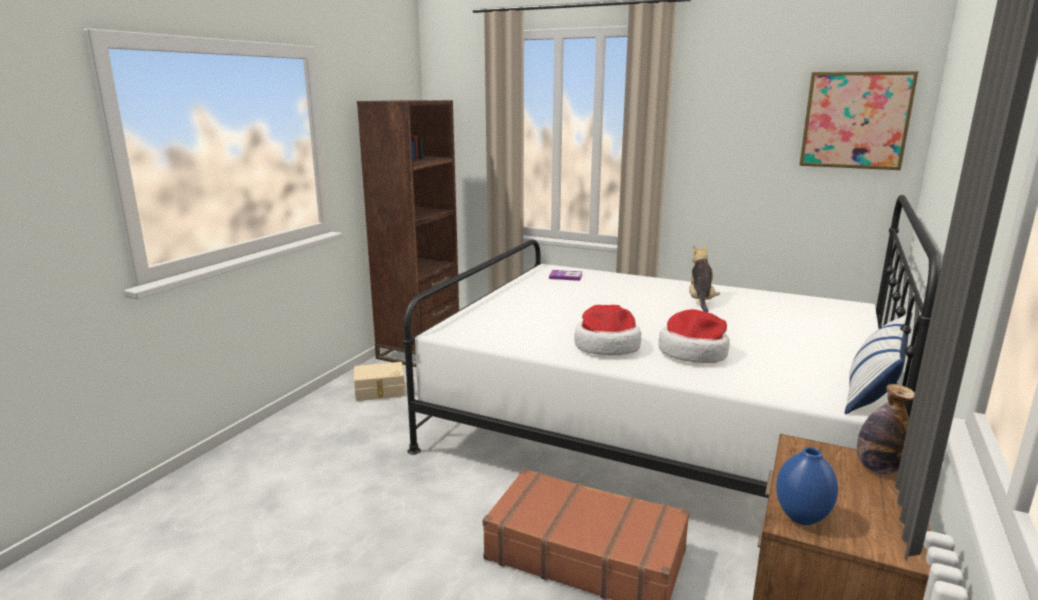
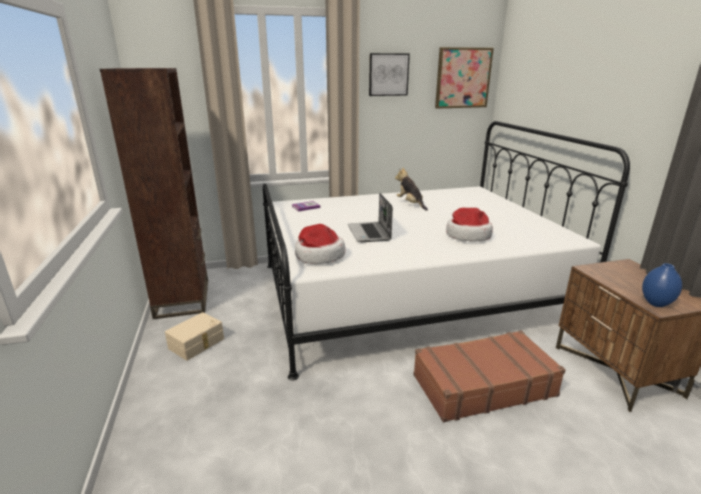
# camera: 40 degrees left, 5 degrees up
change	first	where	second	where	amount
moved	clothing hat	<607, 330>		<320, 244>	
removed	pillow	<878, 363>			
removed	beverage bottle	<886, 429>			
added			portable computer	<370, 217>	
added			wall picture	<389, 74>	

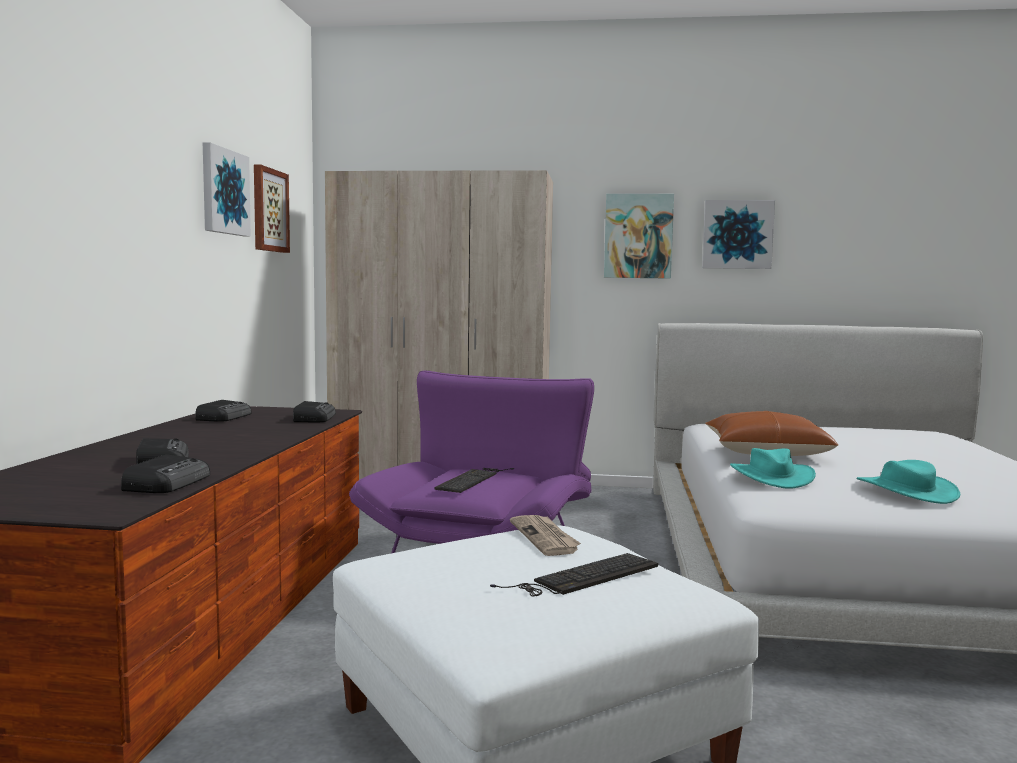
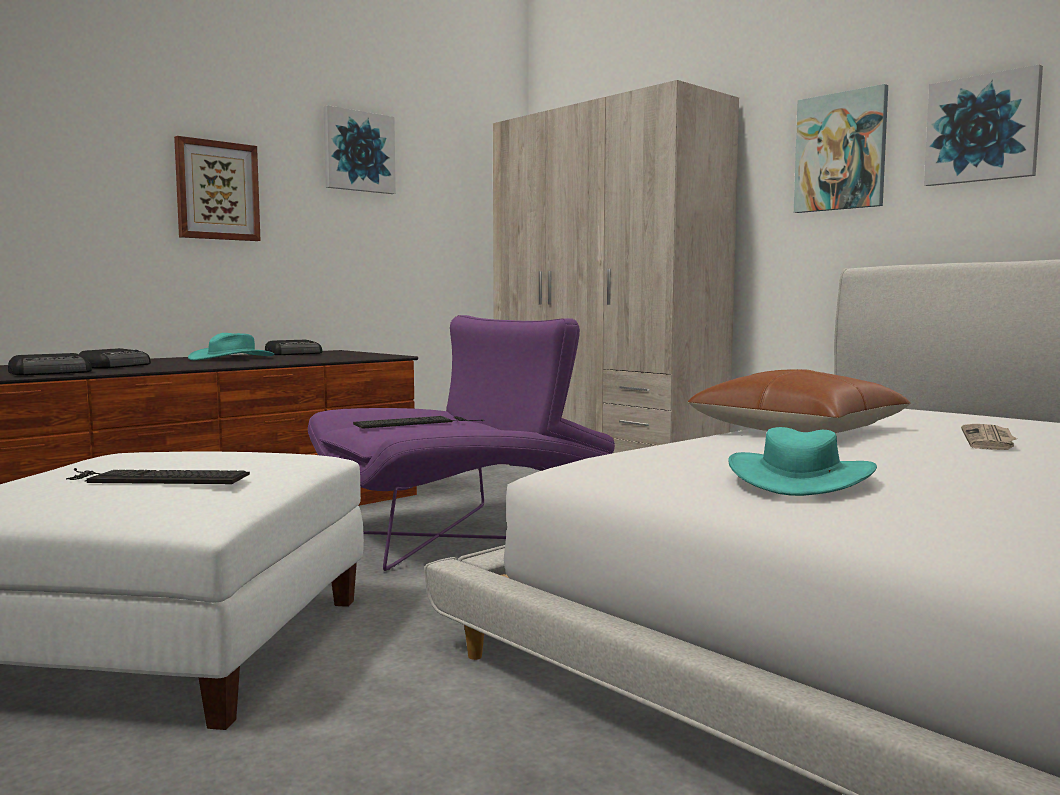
# camera: 40 degrees right, 0 degrees up
change	first	where	second	where	amount
moved	wall picture	<272, 208>		<217, 188>	
removed	radio set	<314, 411>			
moved	daily paper	<545, 535>		<989, 437>	
moved	turquoise clothing hat	<773, 468>		<231, 346>	

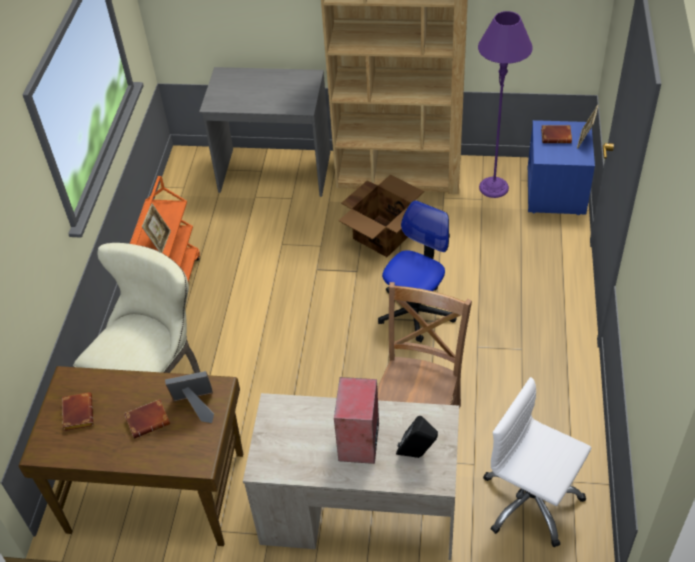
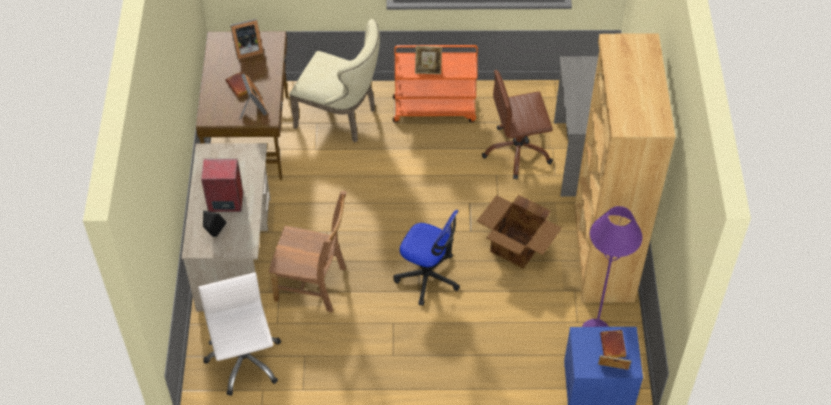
# camera: 80 degrees right, 5 degrees up
change	first	where	second	where	amount
replaced	brownish book	<77, 411>	photo frame	<246, 39>	
turned	white office chair	<537, 462>		<239, 334>	45 degrees counterclockwise
added			brownish office chair	<517, 124>	

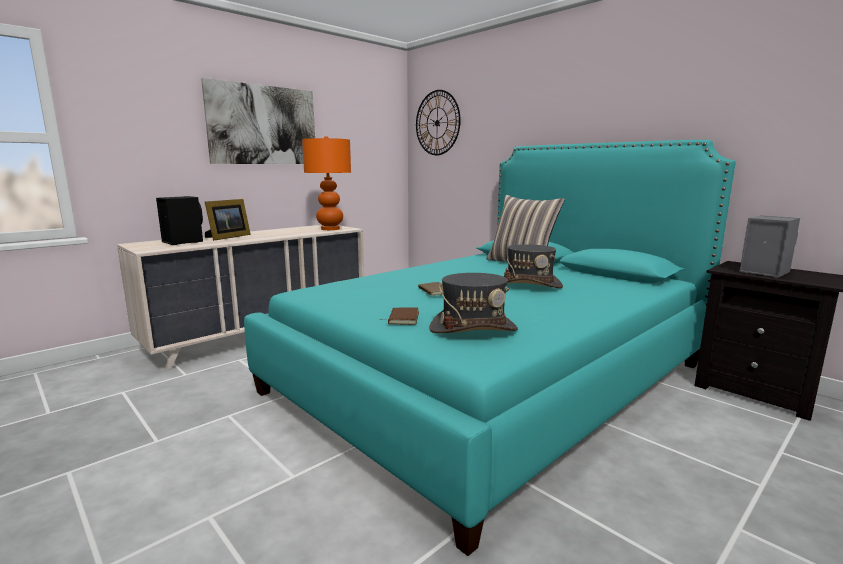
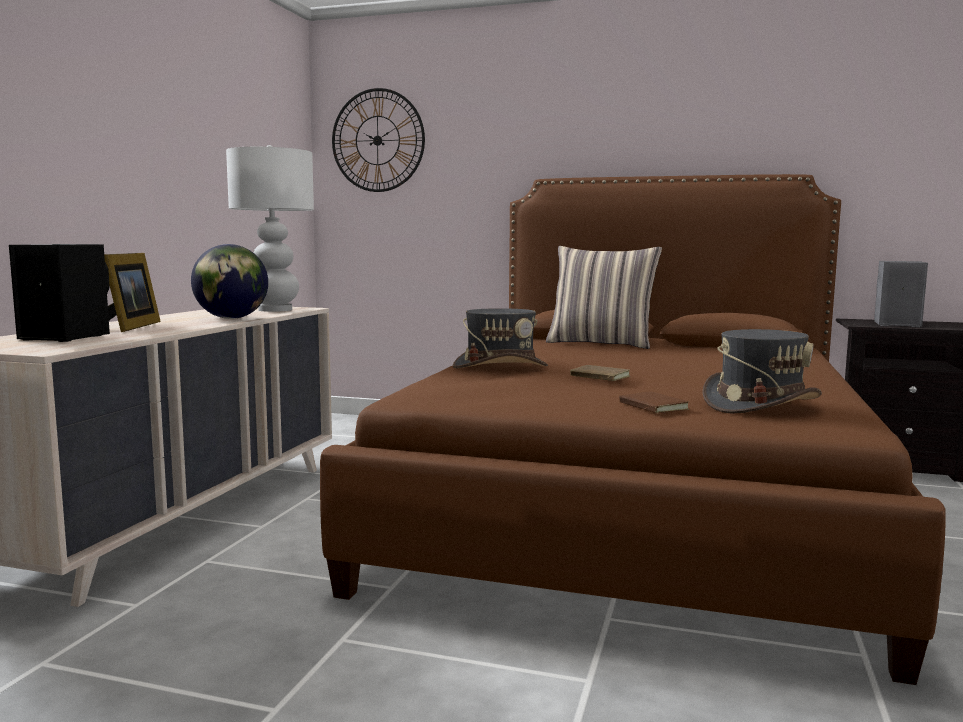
# camera: 30 degrees left, 5 degrees down
change	first	where	second	where	amount
removed	wall picture	<258, 121>			
recoloured	turquoise bed	<490, 348>	brownish bed	<633, 429>	
recoloured	orangey tabletop lamp	<326, 183>	white tabletop lamp	<270, 228>	
moved	grey clothing hat	<533, 266>		<500, 338>	
added			desk globe	<229, 281>	

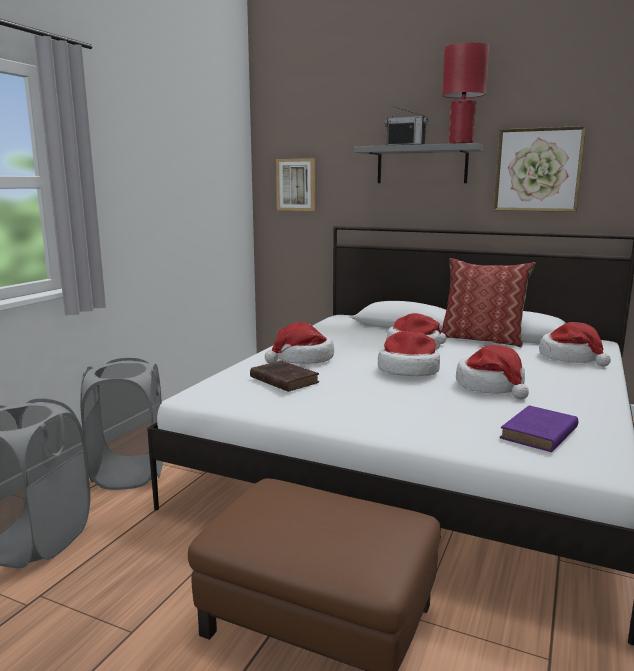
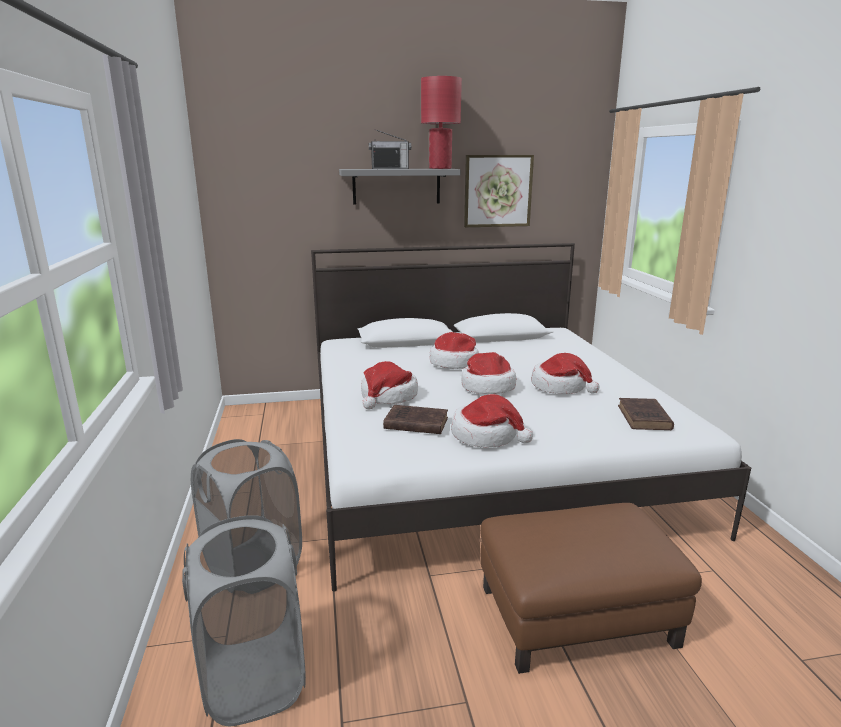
# camera: 35 degrees left, 5 degrees up
change	first	where	second	where	amount
removed	wall picture	<295, 184>			
removed	pillow	<488, 303>			
recoloured	purple-coloured book	<539, 429>	brownish book	<646, 414>	
moved	clothing hat	<575, 344>		<492, 420>	

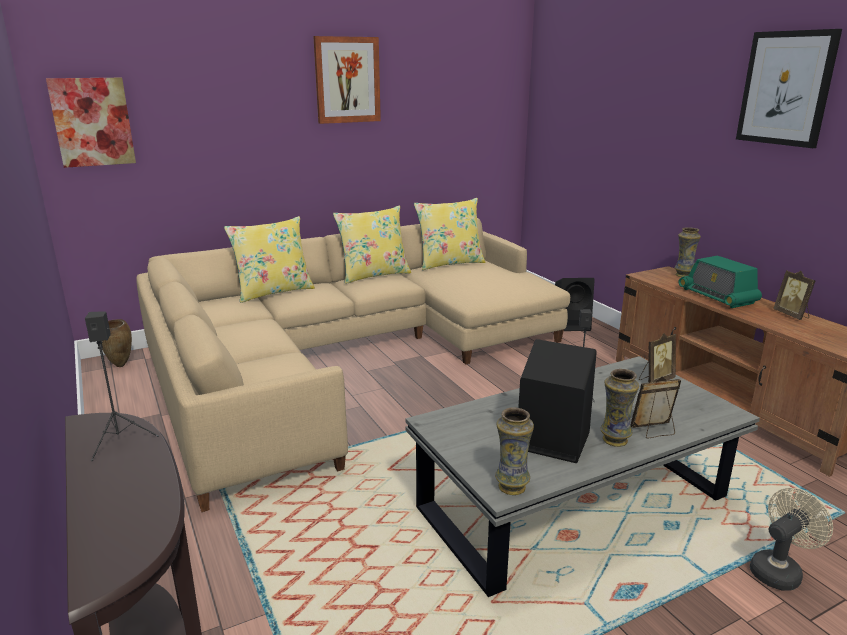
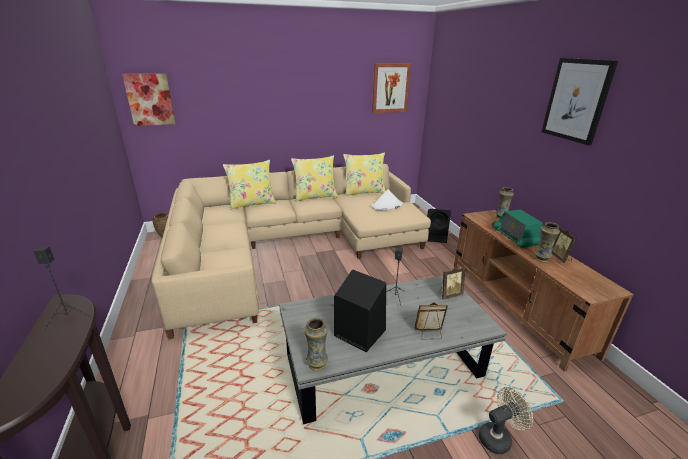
# camera: 10 degrees right, 5 degrees up
change	first	where	second	where	amount
moved	wall picture	<347, 80>		<391, 88>	
moved	vase	<619, 408>		<547, 242>	
added			white clothing hat	<387, 199>	

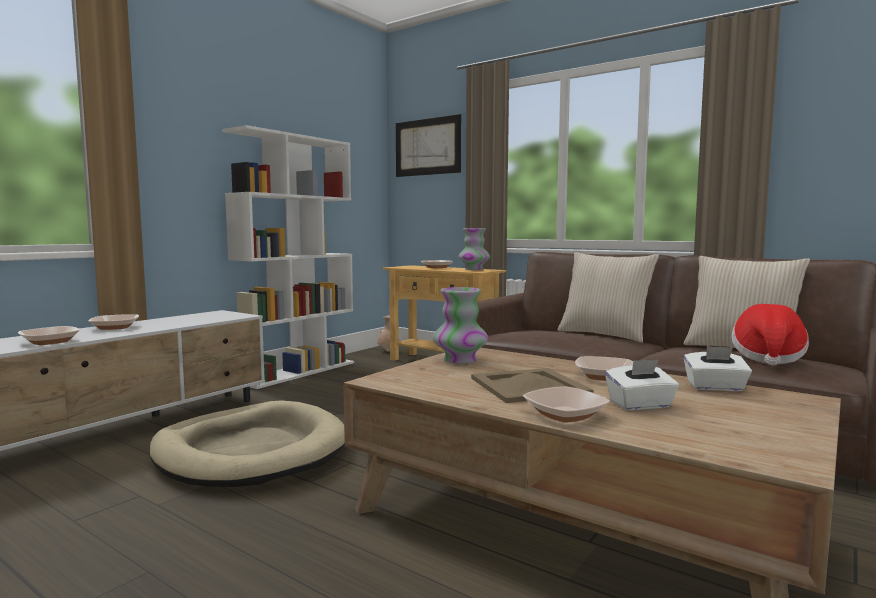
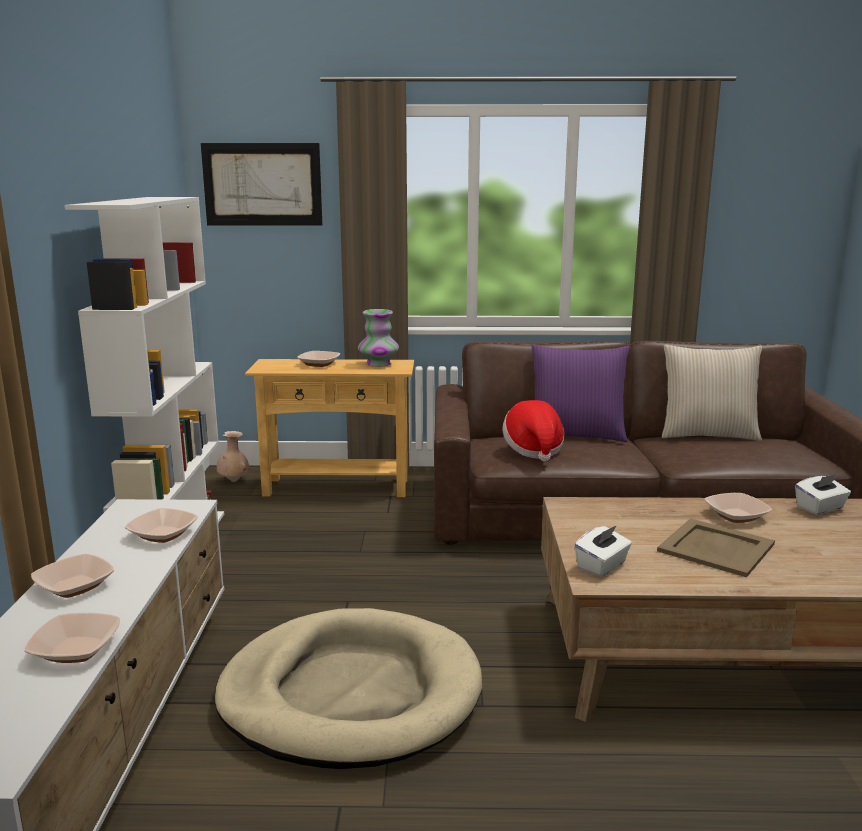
# camera: 35 degrees left, 10 degrees up
change	first	where	second	where	amount
removed	vase	<460, 325>			
moved	deep dish	<566, 404>		<161, 525>	
recoloured	beige pillow	<608, 297>	purple-coloured pillow	<581, 393>	
moved	white tissue box	<642, 385>		<603, 551>	
moved	clothing hat	<770, 335>		<533, 431>	

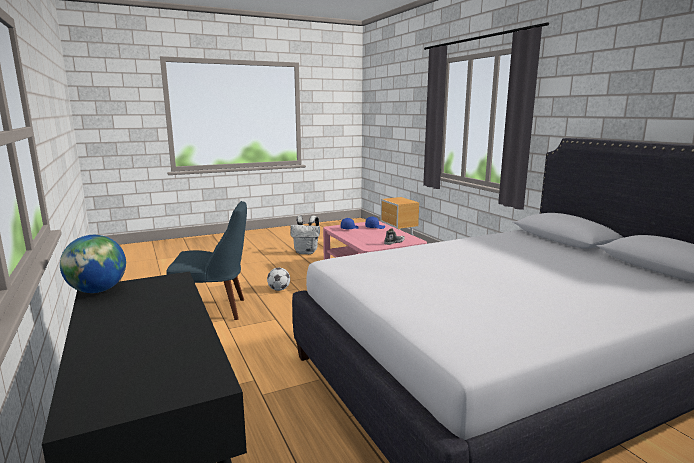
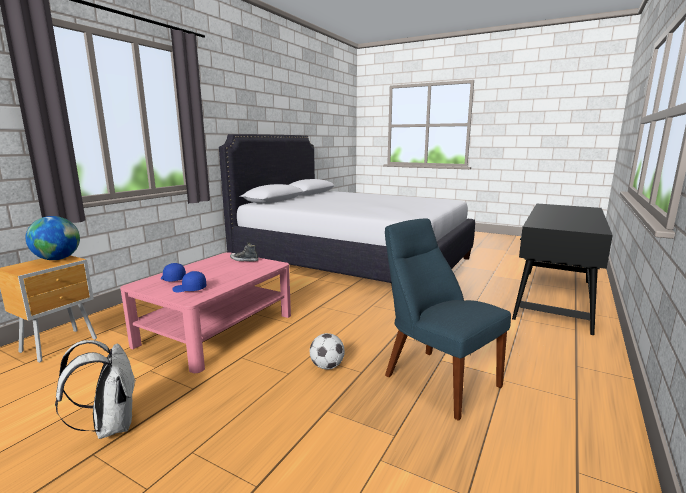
# camera: 125 degrees left, 0 degrees up
change	first	where	second	where	amount
moved	desk globe	<93, 264>		<53, 238>	

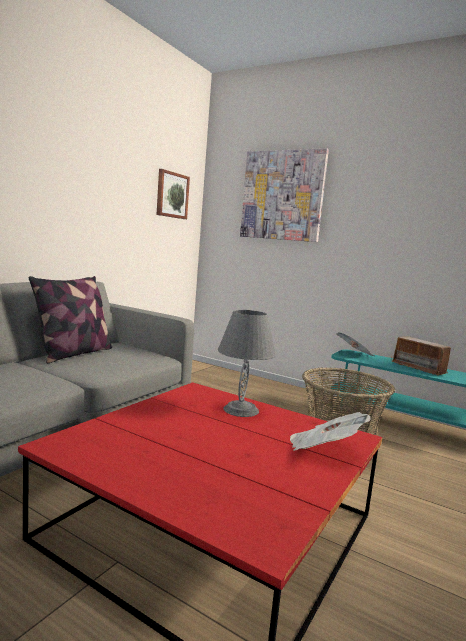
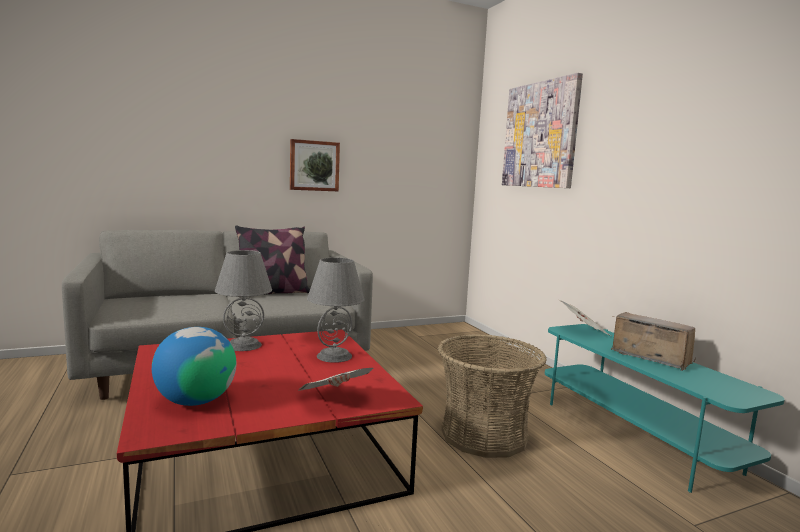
# camera: 35 degrees right, 0 degrees up
change	first	where	second	where	amount
moved	wall picture	<173, 194>		<315, 165>	
turned	radio set	<421, 356>		<654, 341>	135 degrees clockwise
added			desk globe	<194, 366>	
added			grey tabletop lamp	<243, 300>	

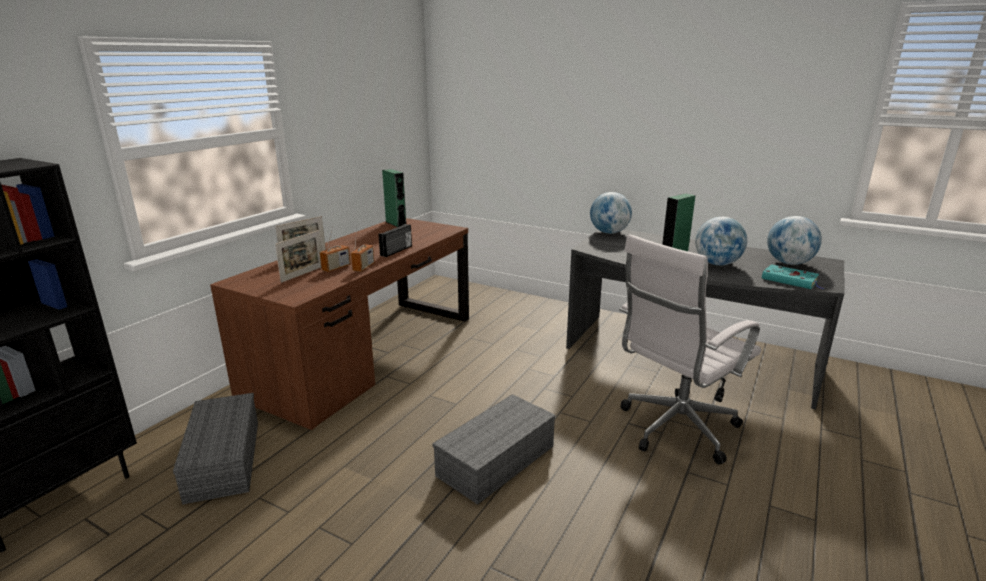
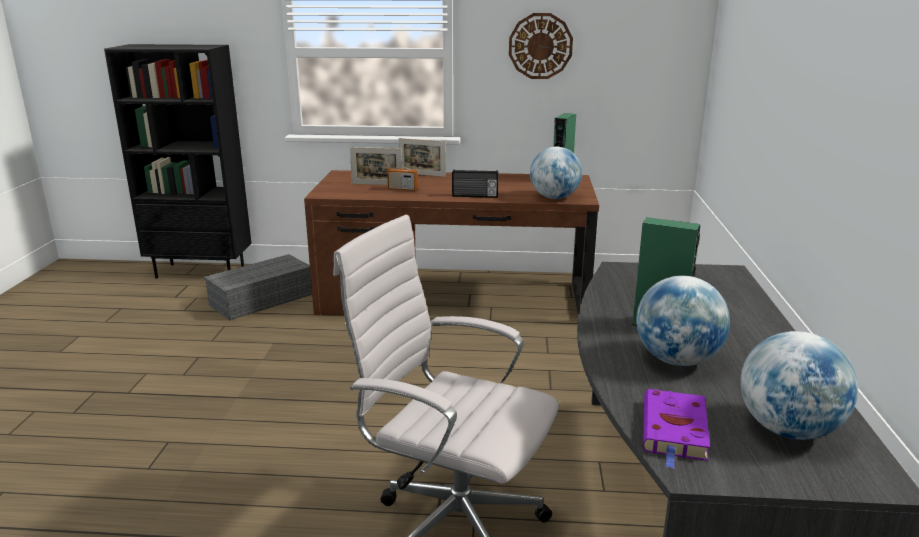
# camera: 65 degrees right, 0 degrees up
change	first	where	second	where	amount
removed	radio set	<362, 251>			
removed	grey storage container	<494, 449>			
moved	desk globe	<611, 213>		<556, 173>	
recoloured	turquoise book	<792, 276>	purple-coloured book	<676, 429>	
added			clock on the wall	<541, 46>	

